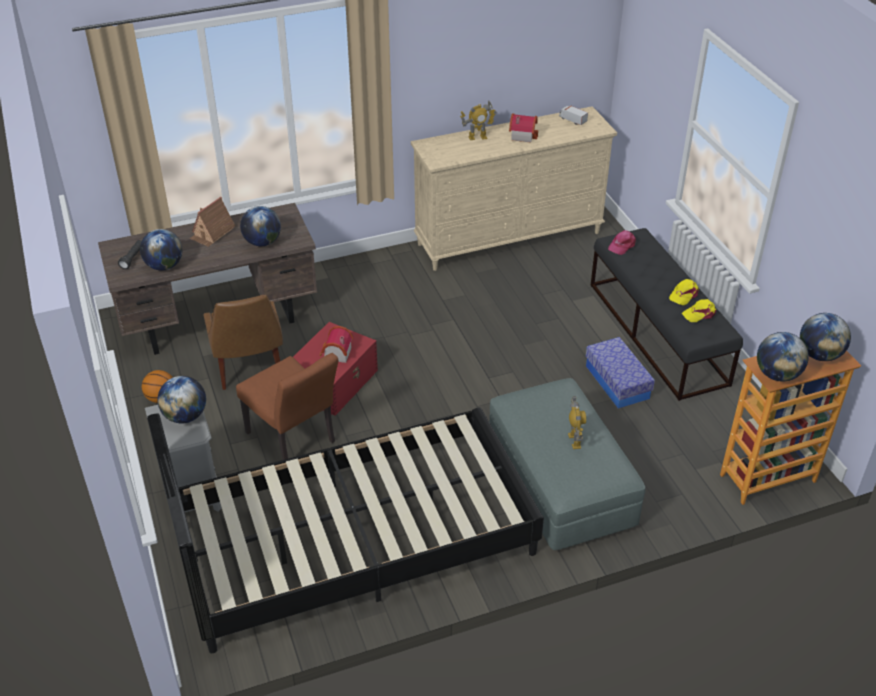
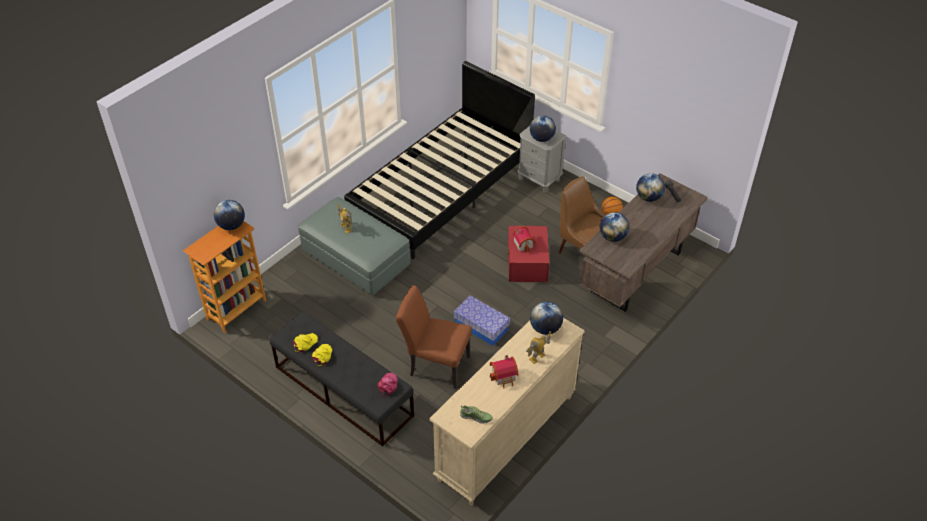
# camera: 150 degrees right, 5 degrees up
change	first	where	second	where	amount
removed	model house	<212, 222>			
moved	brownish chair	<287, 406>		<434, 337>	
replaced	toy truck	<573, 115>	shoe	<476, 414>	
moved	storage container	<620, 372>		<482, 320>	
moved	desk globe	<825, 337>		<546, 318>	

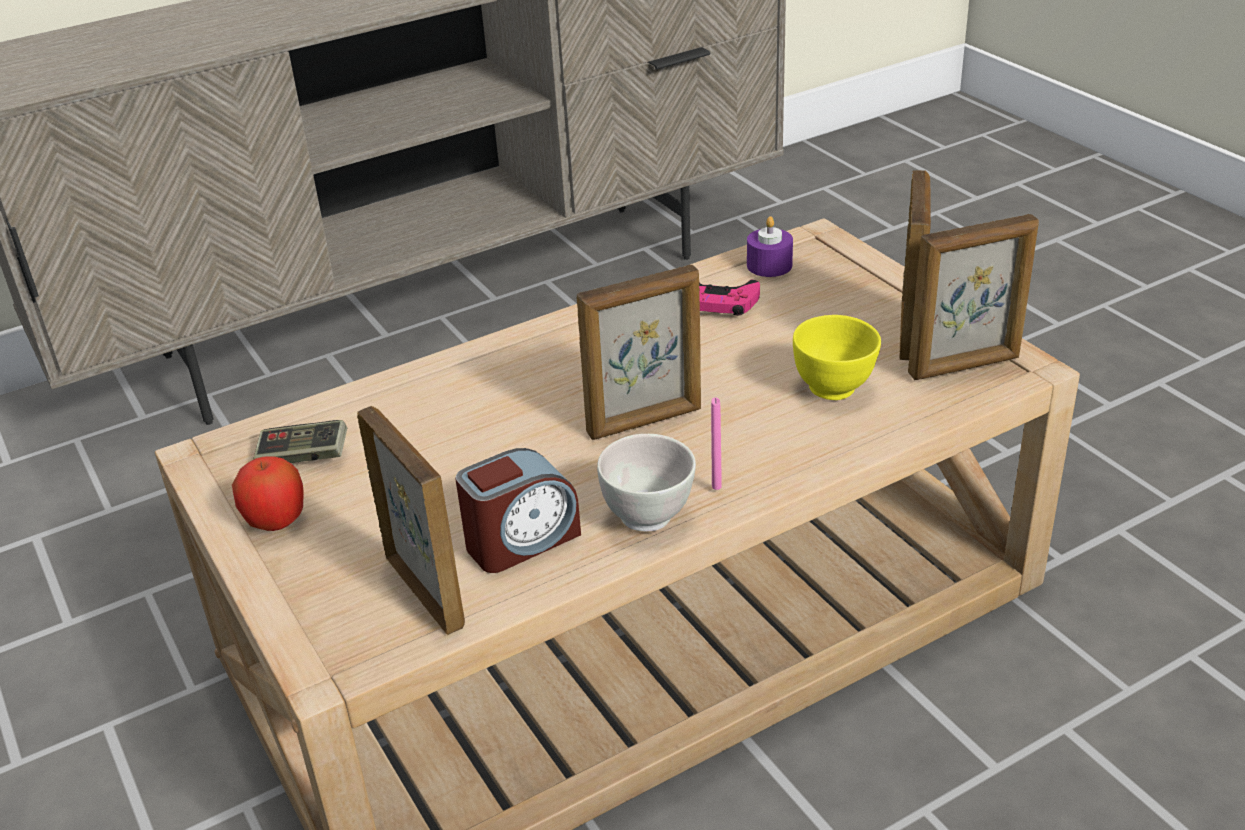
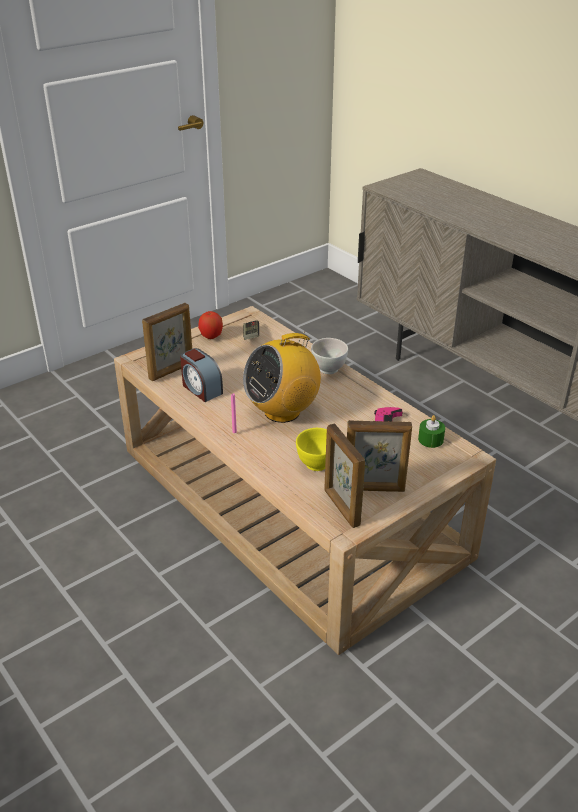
# camera: 80 degrees right, 0 degrees up
change	first	where	second	where	amount
replaced	photo frame	<639, 352>	radio set	<282, 377>	
moved	white deep dish	<646, 482>		<329, 356>	
recoloured	purple-coloured candle	<770, 246>	green candle	<431, 431>	

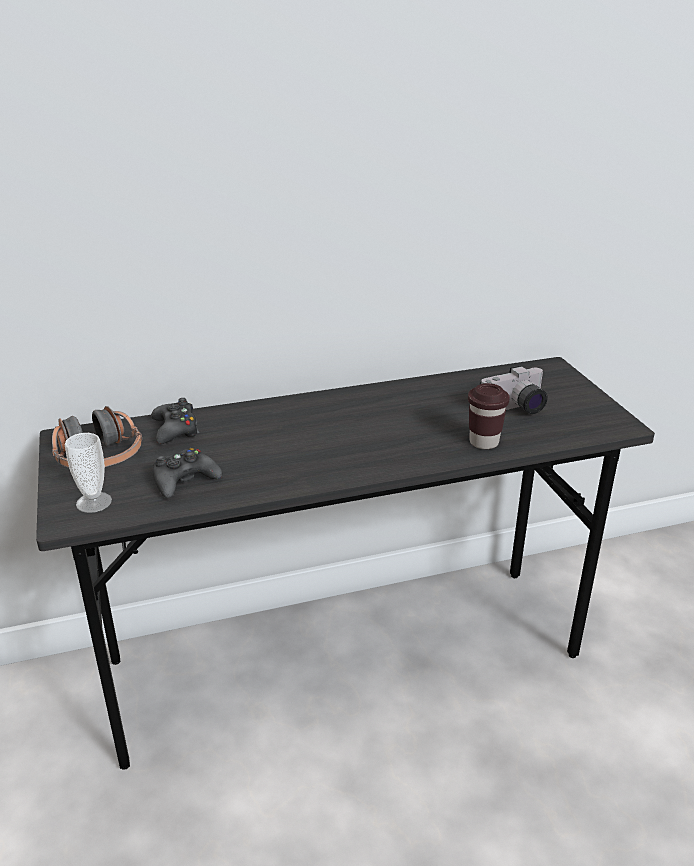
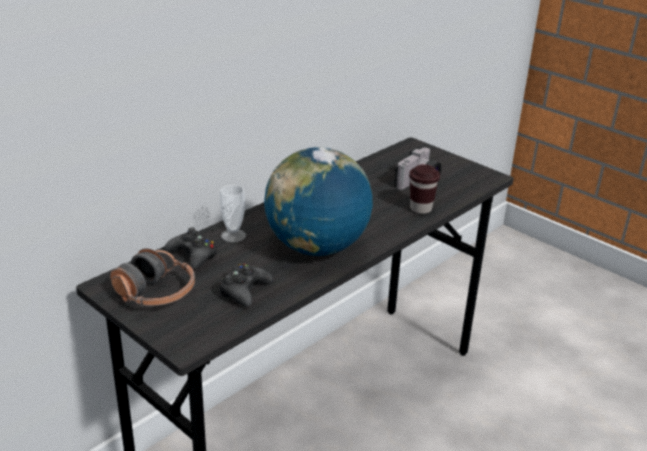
# camera: 30 degrees left, 0 degrees up
change	first	where	second	where	amount
moved	drinking cup	<88, 473>		<233, 213>	
added			desk globe	<318, 201>	

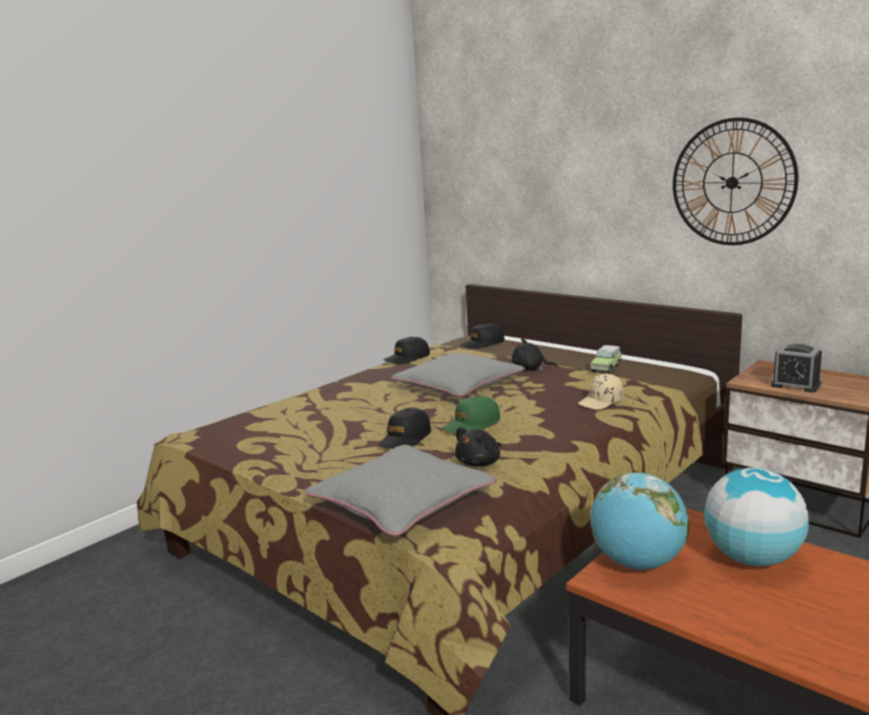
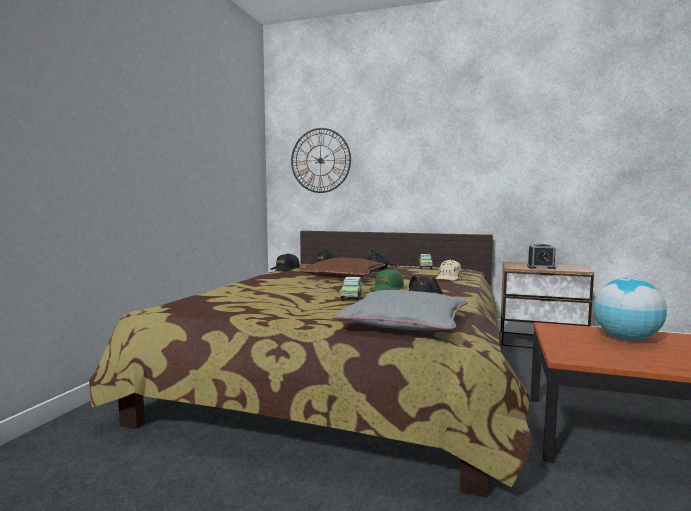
# camera: 25 degrees left, 10 degrees down
change	first	where	second	where	amount
replaced	blackish baseball cap	<405, 428>	miniature car	<351, 288>	
recoloured	grey pillow	<458, 375>	brownish pillow	<342, 268>	
removed	desk globe	<640, 521>			
moved	clock on the wall	<735, 181>		<321, 160>	

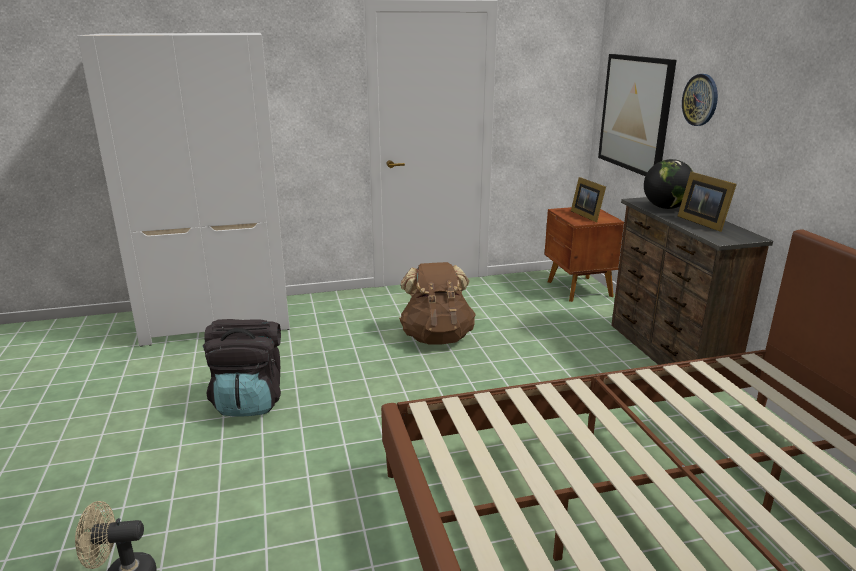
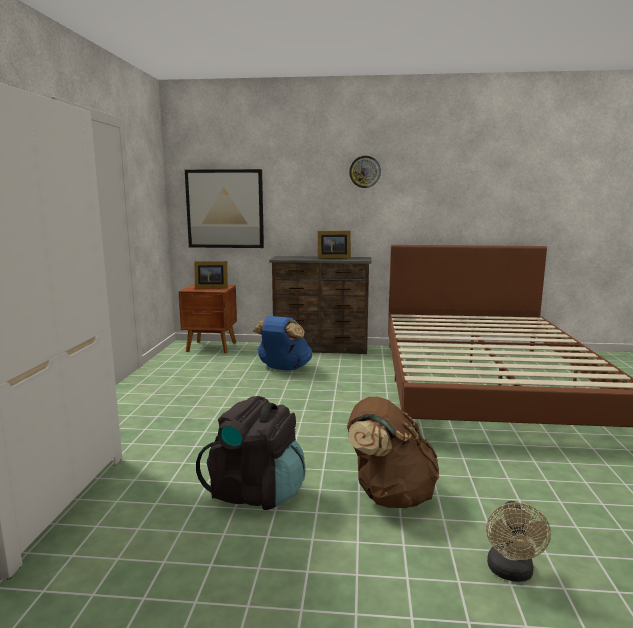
# camera: 70 degrees left, 10 degrees down
change	first	where	second	where	amount
moved	brownish knapsack	<437, 303>		<393, 452>	
removed	desk globe	<668, 184>			
moved	clock on the wall	<700, 100>		<365, 172>	
added			bluish knapsack	<282, 343>	

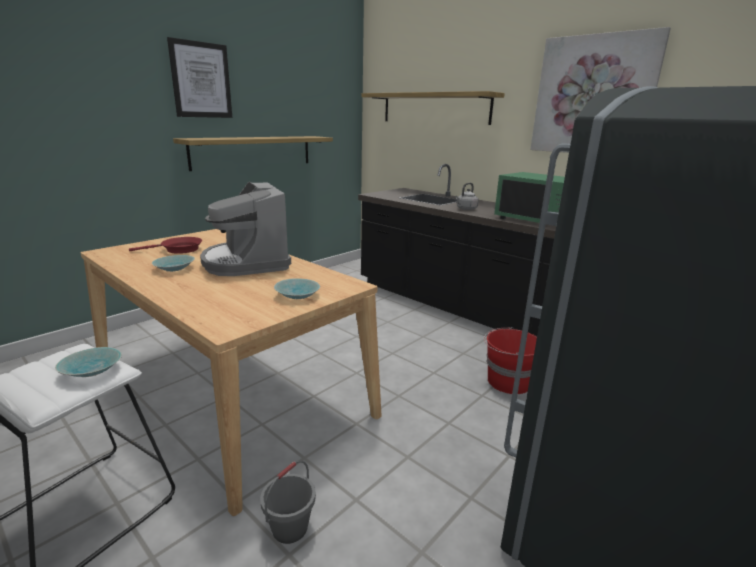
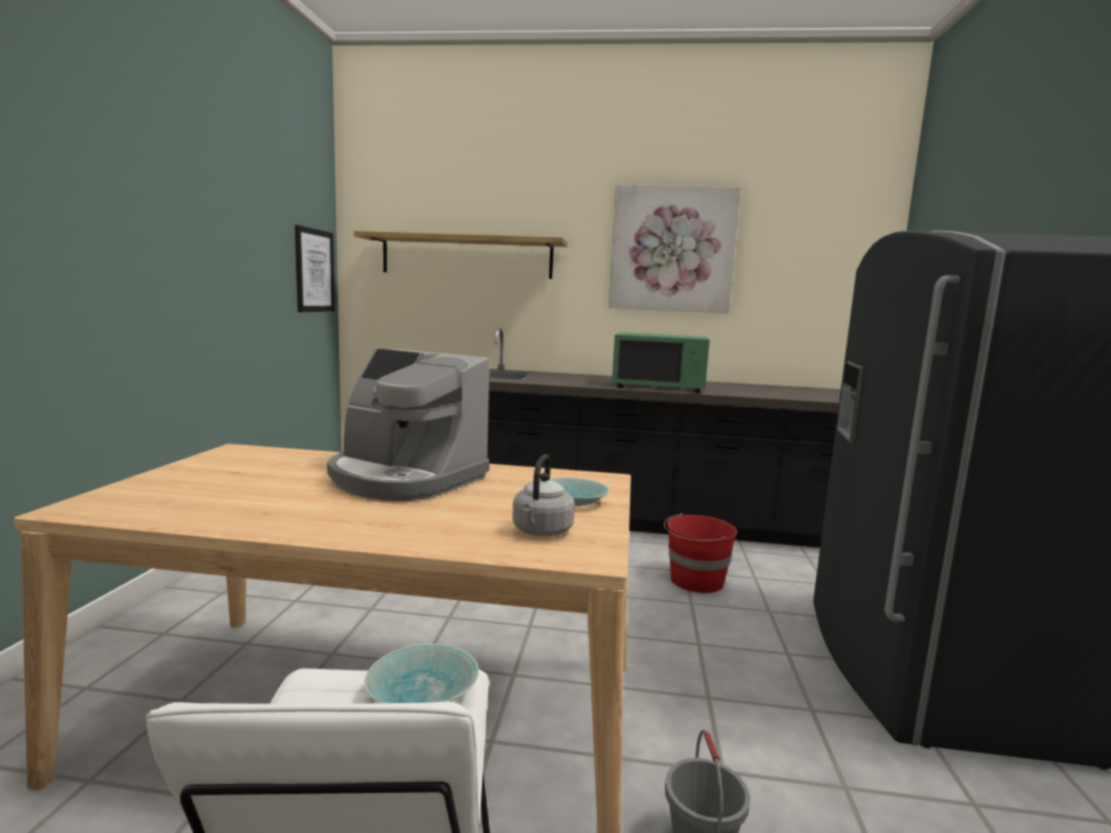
# camera: 35 degrees left, 10 degrees down
change	first	where	second	where	amount
removed	reddish pan	<165, 245>			
removed	turquoise deep dish	<173, 263>			
moved	wall picture	<199, 77>		<315, 268>	
removed	shelf	<253, 153>			
moved	grey kettle	<467, 196>		<543, 495>	

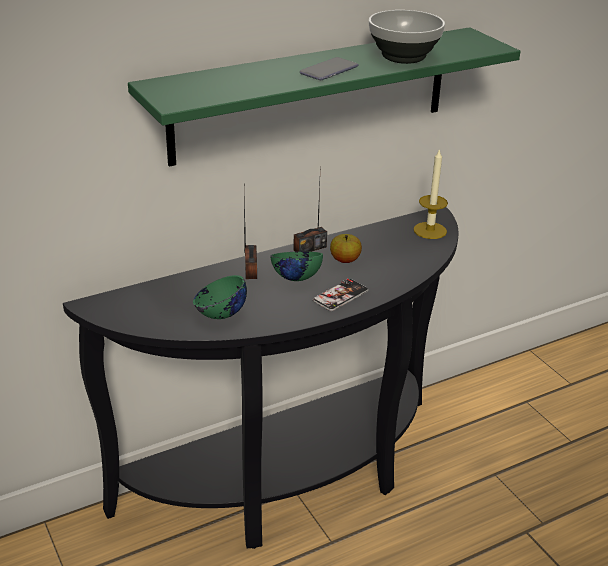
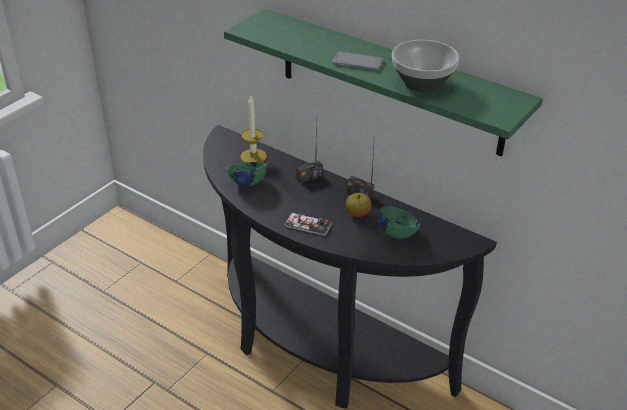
# camera: 65 degrees right, 5 degrees up
change	first	where	second	where	amount
moved	green deep dish	<296, 266>		<399, 222>	
moved	candle	<431, 193>		<254, 129>	

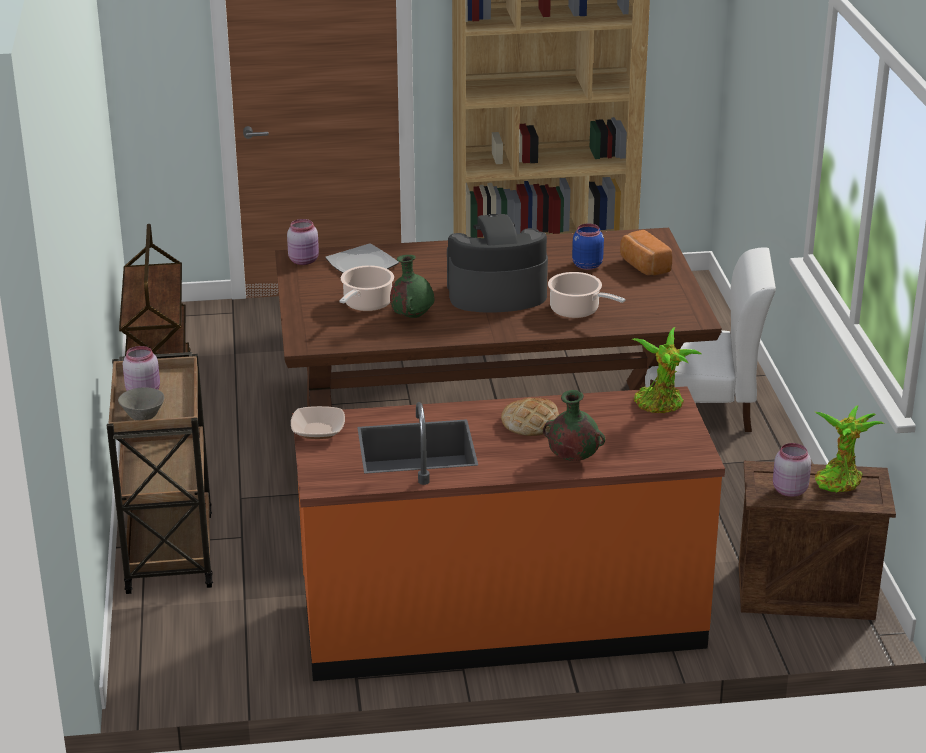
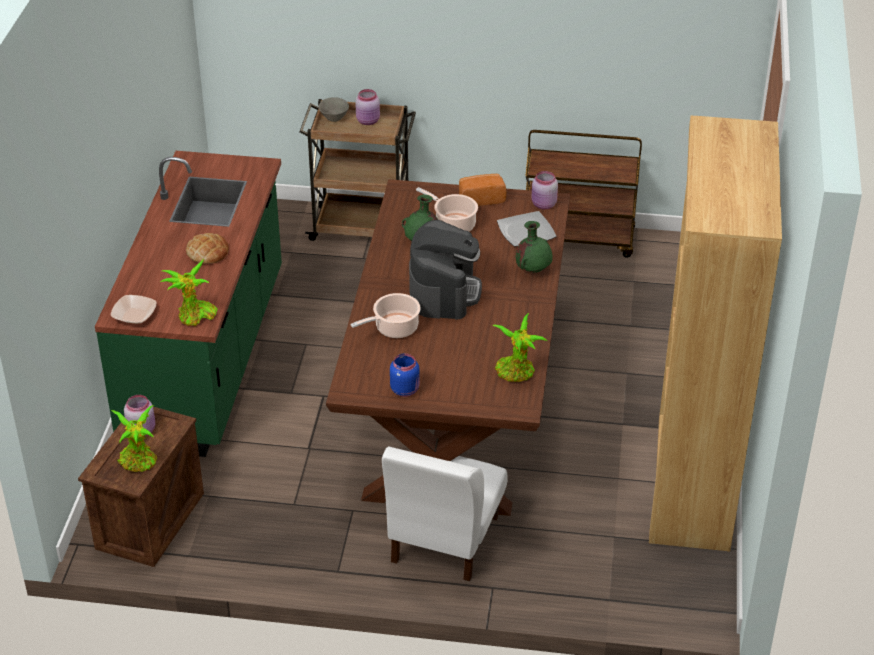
# camera: 105 degrees right, 10 degrees up
change	first	where	second	where	amount
moved	deep dish	<318, 422>		<133, 309>	
recoloured	orangey kitchen counter	<508, 533>	green kitchen counter	<188, 304>	
moved	green vase	<574, 425>		<534, 247>	
moved	bluish storage jar	<588, 246>		<405, 375>	
moved	bakery bread	<646, 252>		<483, 190>	
added			houseplant	<520, 347>	

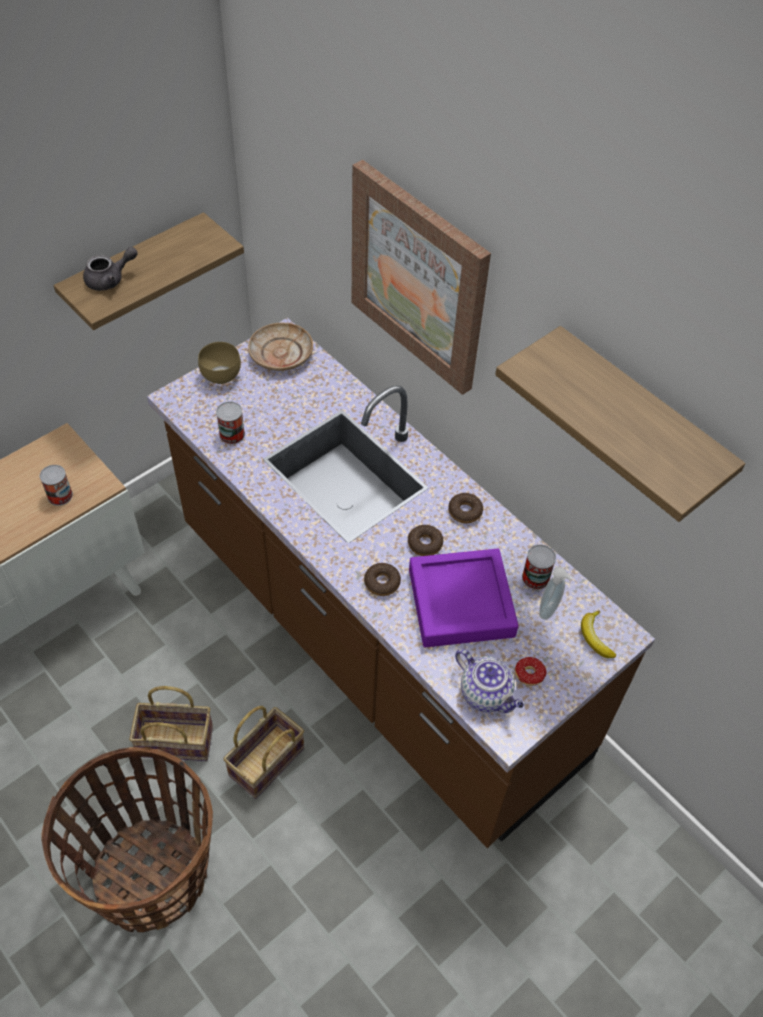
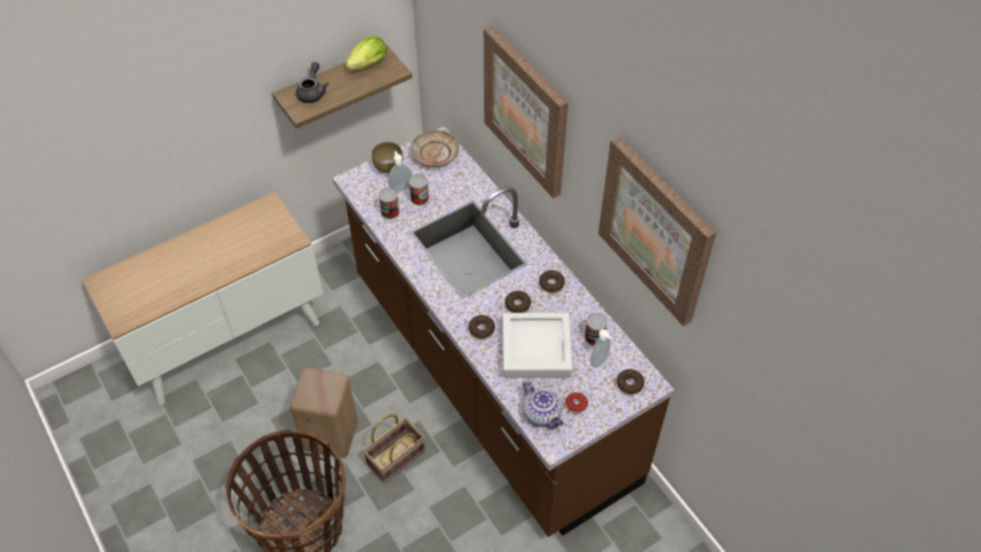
# camera: 10 degrees right, 0 degrees up
change	first	where	second	where	amount
moved	metal can	<56, 485>		<419, 189>	
turned	grey pot for tea	<110, 269>		<312, 82>	60 degrees counterclockwise
replaced	household basket	<171, 723>	beige sitting stool	<324, 412>	
recoloured	purple-coloured serving tray	<464, 598>	grey serving tray	<537, 345>	
replaced	shelf	<620, 424>	wall picture	<657, 231>	
replaced	banana fruit	<598, 634>	donut	<630, 381>	
added			head of lettuce	<366, 53>	
added			liquid soap bottle	<400, 171>	

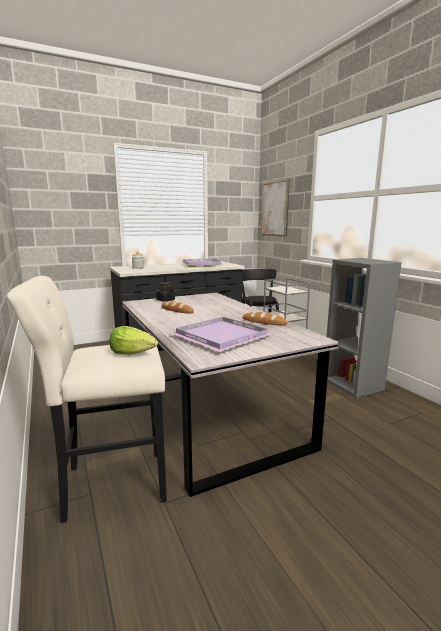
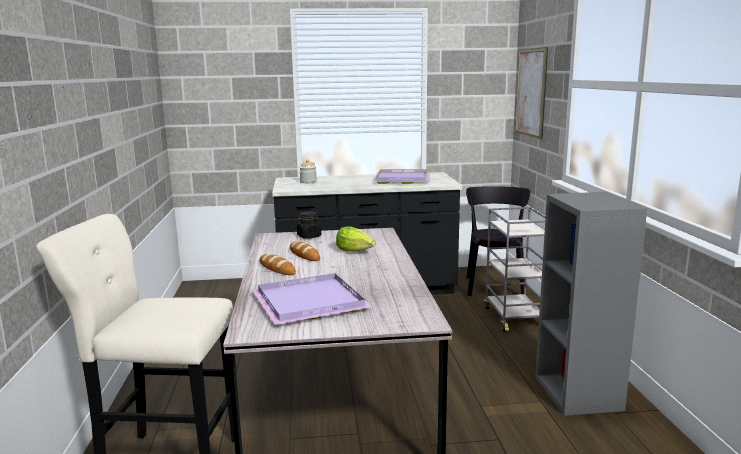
# camera: 20 degrees right, 0 degrees up
change	first	where	second	where	amount
moved	head of lettuce	<133, 340>		<356, 239>	
moved	bakery bread	<265, 318>		<277, 264>	

